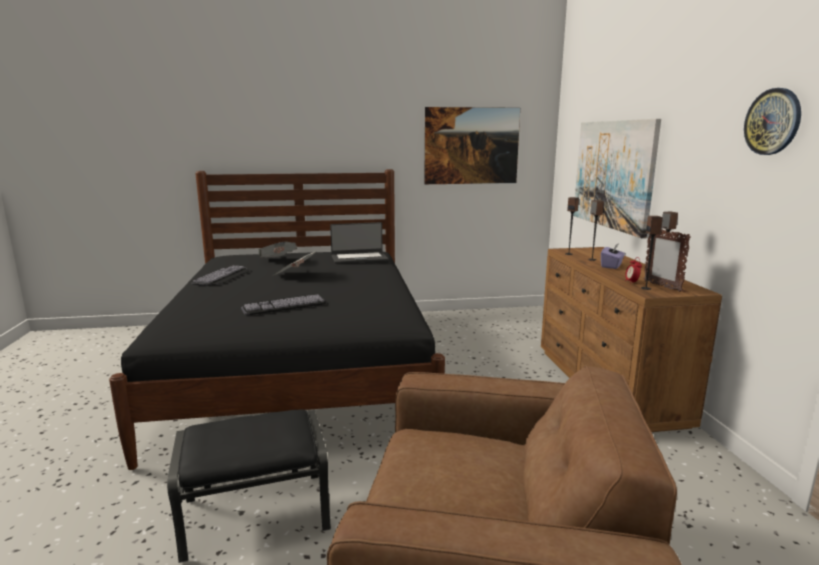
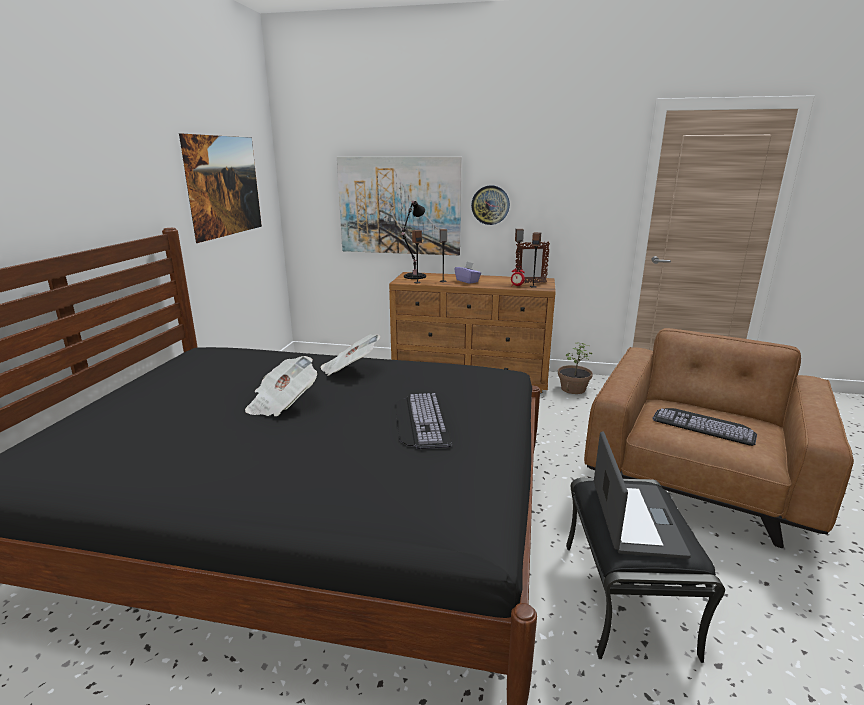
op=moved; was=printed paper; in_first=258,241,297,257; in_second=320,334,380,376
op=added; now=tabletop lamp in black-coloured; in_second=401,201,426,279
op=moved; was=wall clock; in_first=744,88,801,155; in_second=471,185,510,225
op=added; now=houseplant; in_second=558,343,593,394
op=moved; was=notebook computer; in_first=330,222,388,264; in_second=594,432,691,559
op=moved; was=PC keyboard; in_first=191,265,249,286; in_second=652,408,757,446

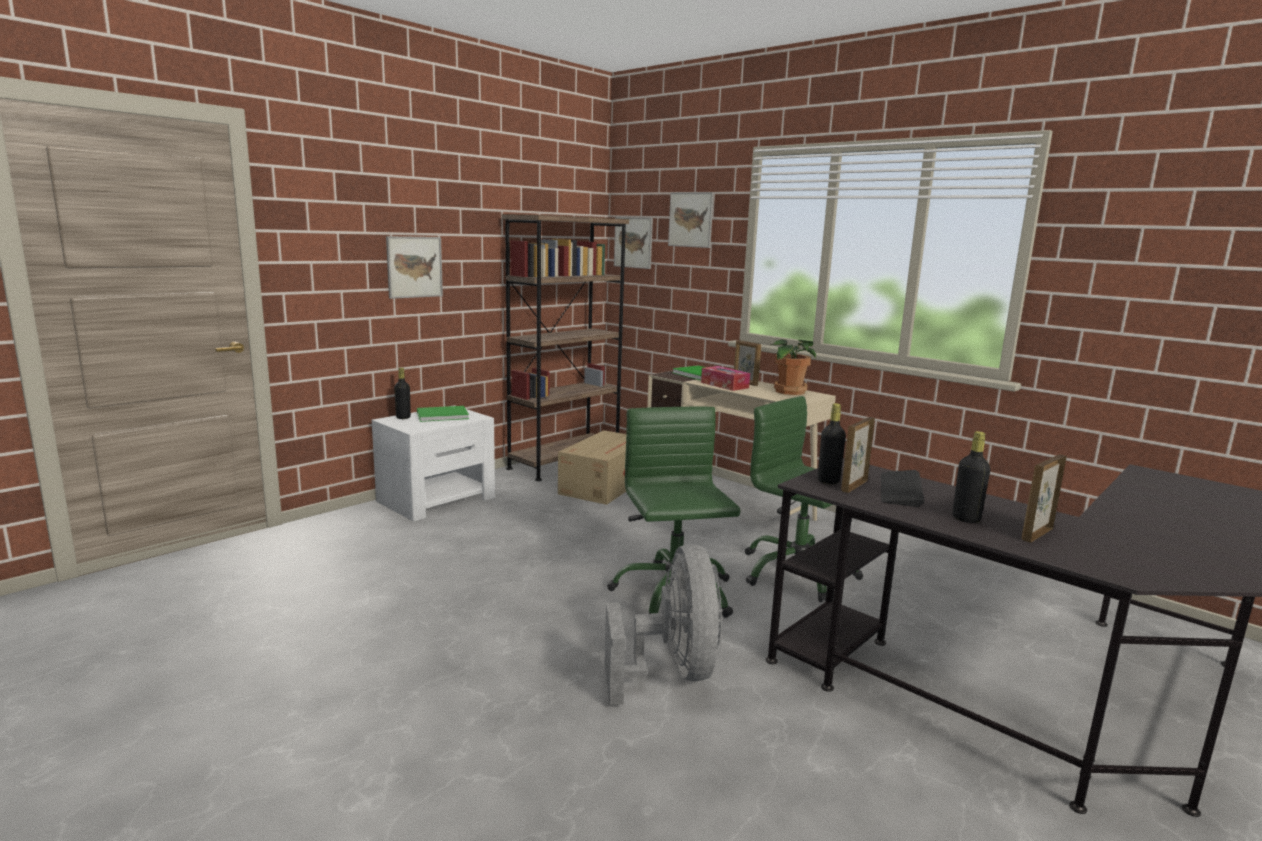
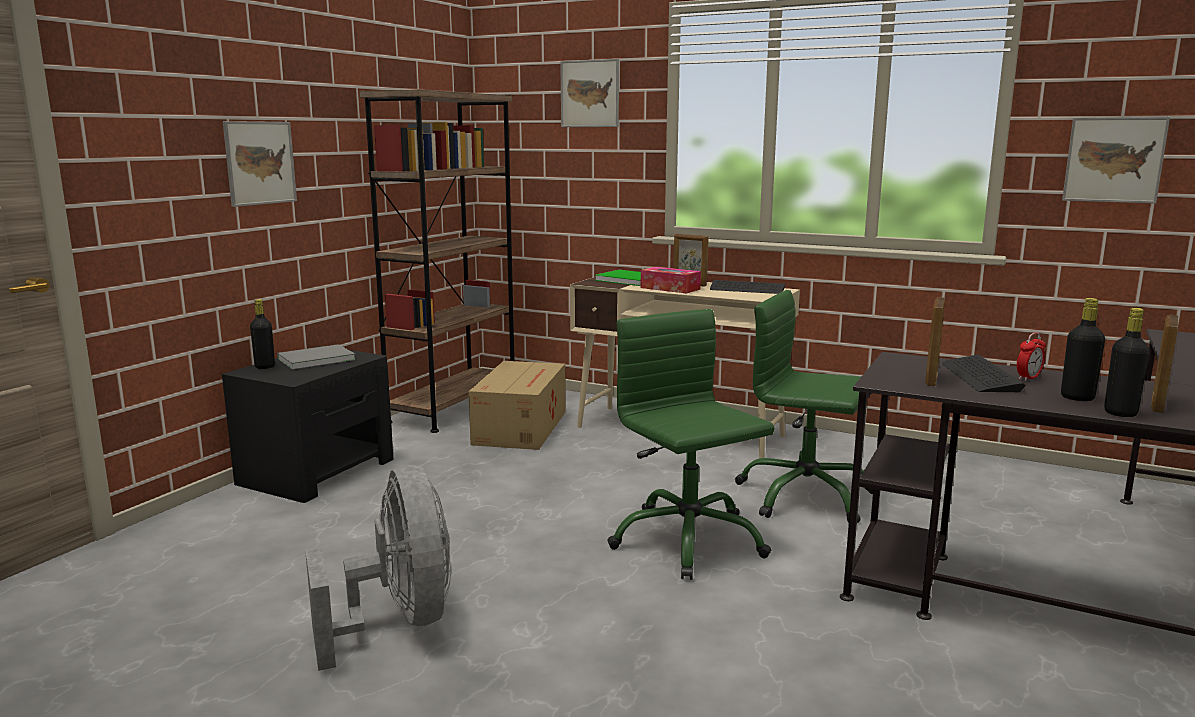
op=recoloured; was=night table in white-coloured; now=night table in black-coloured; in_first=372,405,495,521; in_second=222,346,394,503
op=recoloured; was=bound book in green-coloured; now=bound book in gray; in_first=417,406,469,422; in_second=277,344,356,370
op=moved; was=fan in gray; in_first=604,544,723,705; in_second=305,465,451,671
op=replaced; was=houseplant; now=PC keyboard; in_first=771,339,816,395; in_second=710,280,785,294
op=added; now=bedside clock; in_second=1017,333,1046,381
op=moved; was=picture; in_first=614,217,653,269; in_second=1062,117,1170,204
op=moved; was=beverage bottle in black-coloured; in_first=818,403,846,484; in_second=1104,308,1150,417

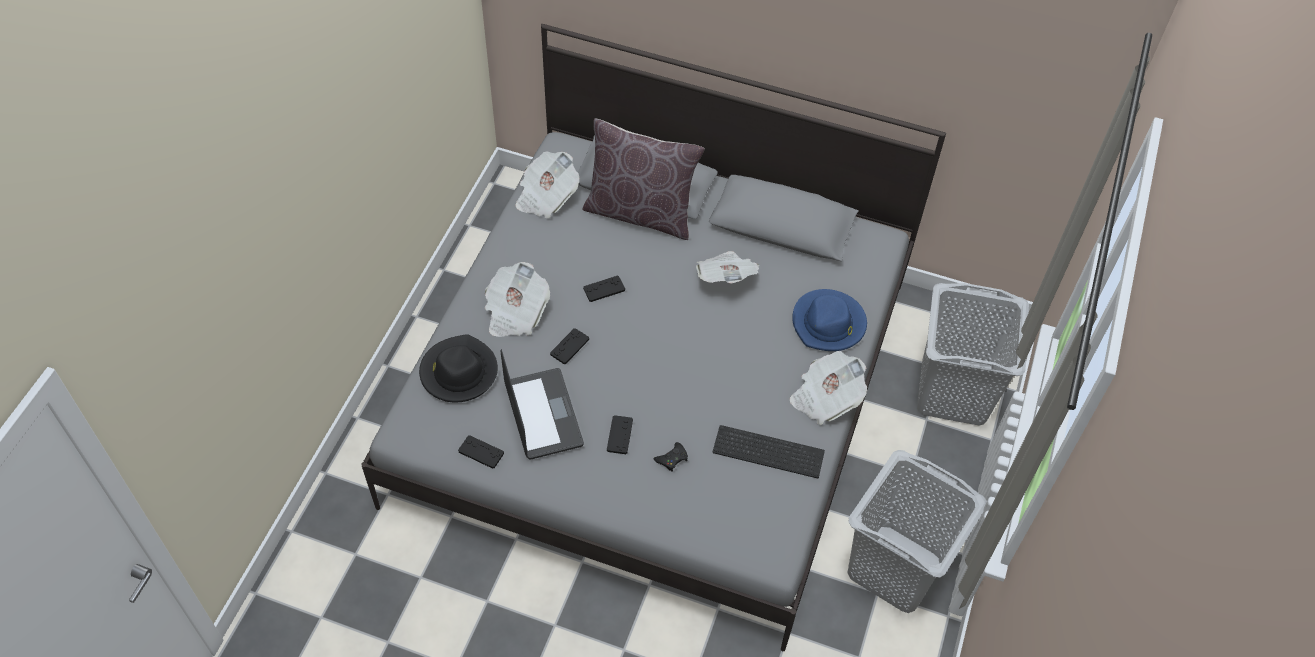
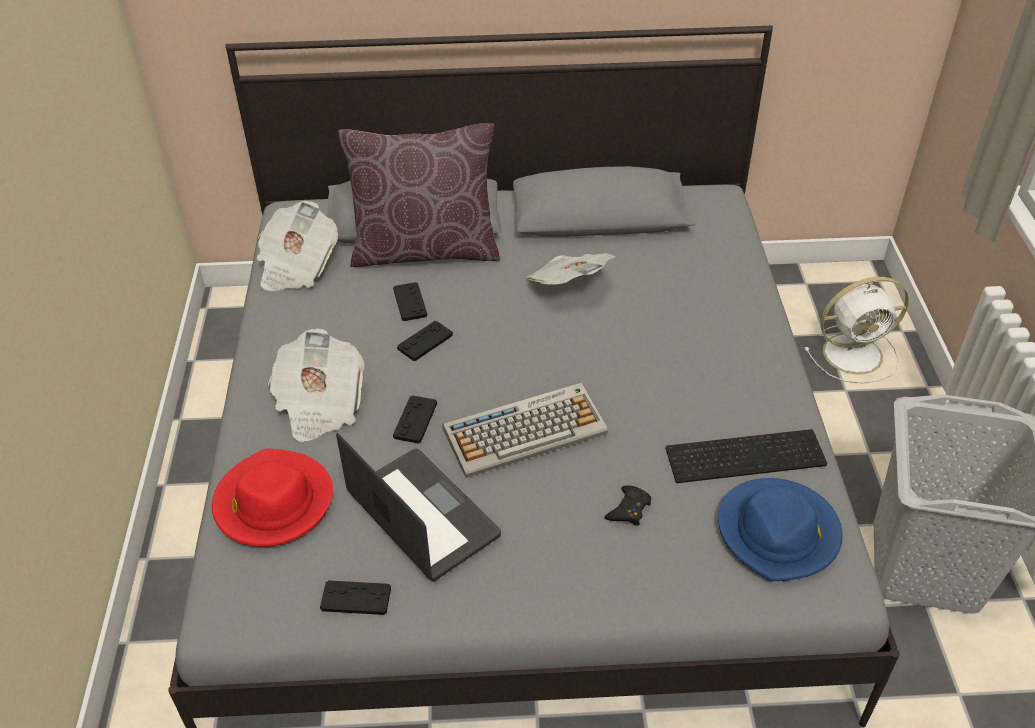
op=recoloured; was=hat in black-coloured; now=hat in red; in_first=419,334,498,402; in_second=212,448,333,547
op=moved; was=gamepad in black-coloured; in_first=607,415,633,454; in_second=393,282,427,321
op=added; now=PC keyboard; in_second=443,382,608,478
op=moved; was=hat in blue-coloured; in_first=792,289,867,351; in_second=718,478,843,581
op=replaced; was=laundry basket in gray; now=fan in white-coloured; in_first=917,283,1029,425; in_second=804,277,909,383
op=removed; was=printed paper; in_first=790,351,867,425

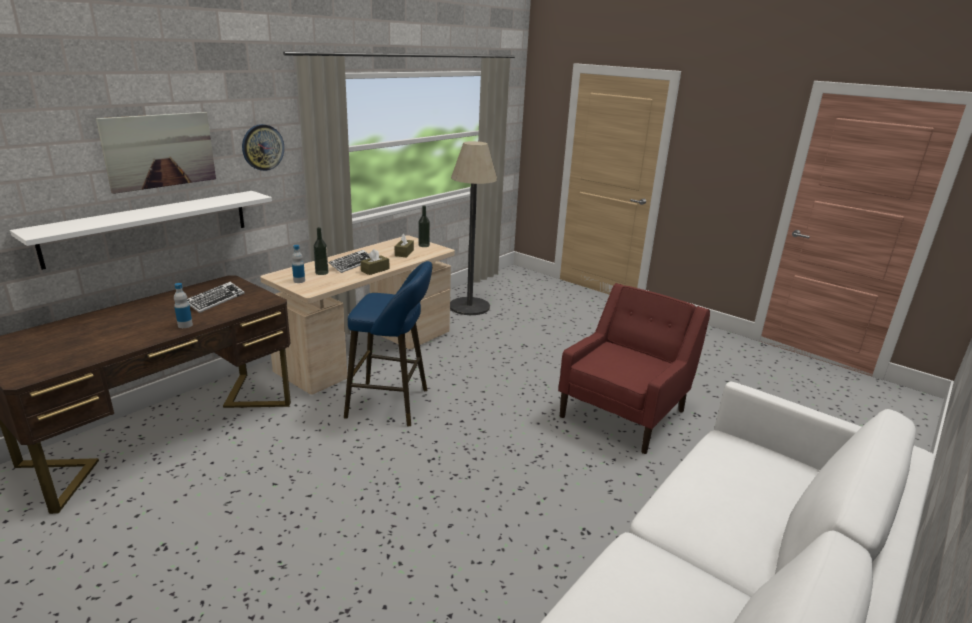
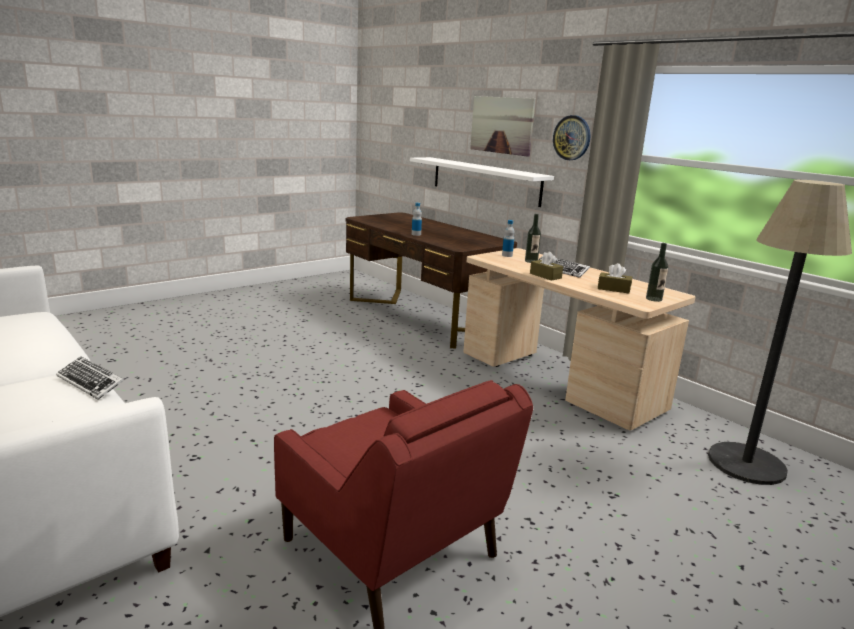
op=moved; was=PC keyboard; in_first=187,282,245,313; in_second=56,357,124,400
op=removed; was=stool in blue-coloured; in_first=344,261,432,426

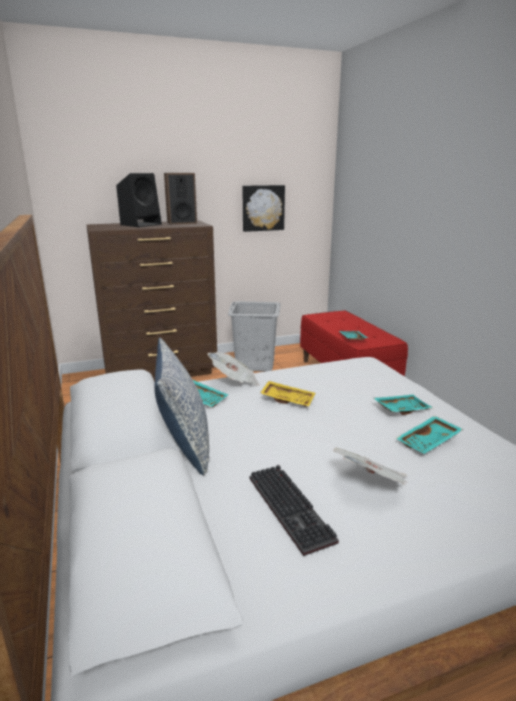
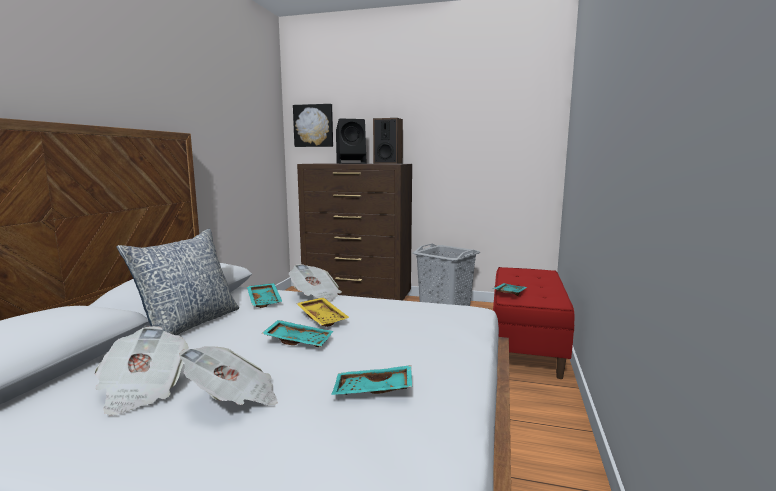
op=replaced; was=PC keyboard; now=printed paper; in_first=250,465,339,556; in_second=95,326,189,416
op=moved; was=carrying tray in blue-green; in_first=374,395,433,415; in_second=261,320,333,347
op=moved; was=picture; in_first=242,185,285,232; in_second=293,104,333,147

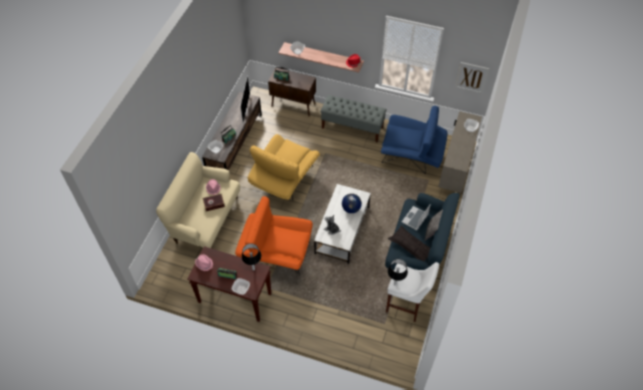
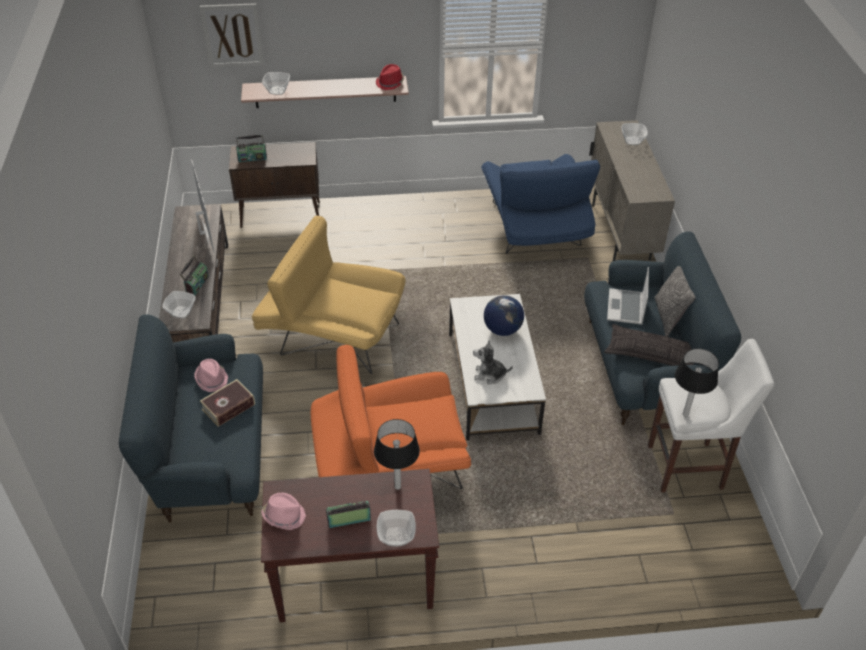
op=recoloured; was=settee in beige; now=settee in blue-coloured; in_first=156,152,241,248; in_second=119,314,263,522
op=moved; was=picture; in_first=455,62,489,94; in_second=200,3,264,68
op=turned; was=lounge chair in yellow-coloured; in_first=248,134,320,200; in_second=252,216,406,374; clockwise=105
op=turned; was=lounge chair in blue-coloured; in_first=381,106,447,174; in_second=481,154,600,254; clockwise=90
op=removed; was=indoor bench in gray; in_first=320,95,387,143

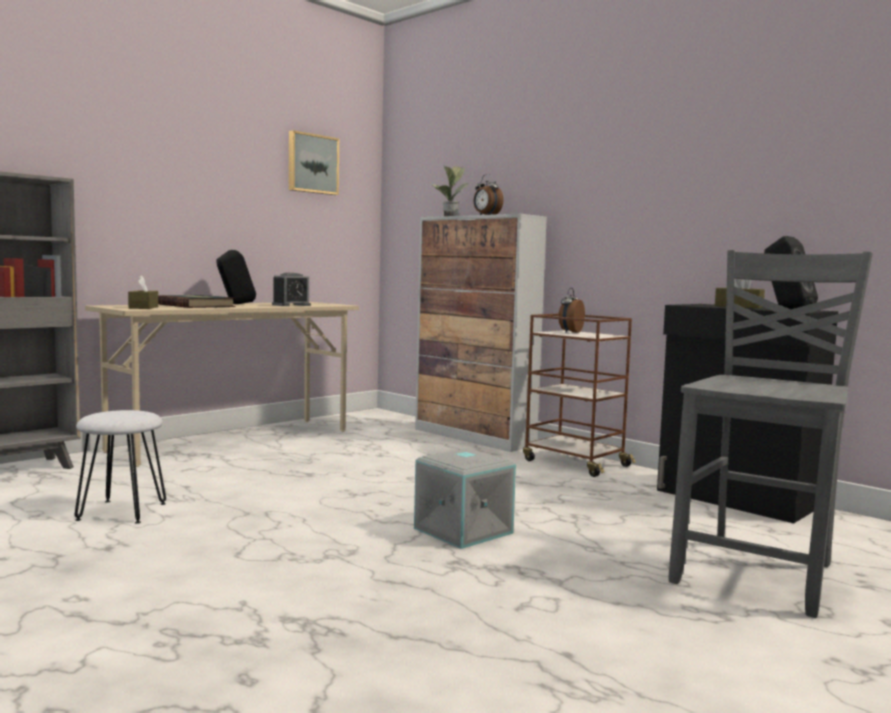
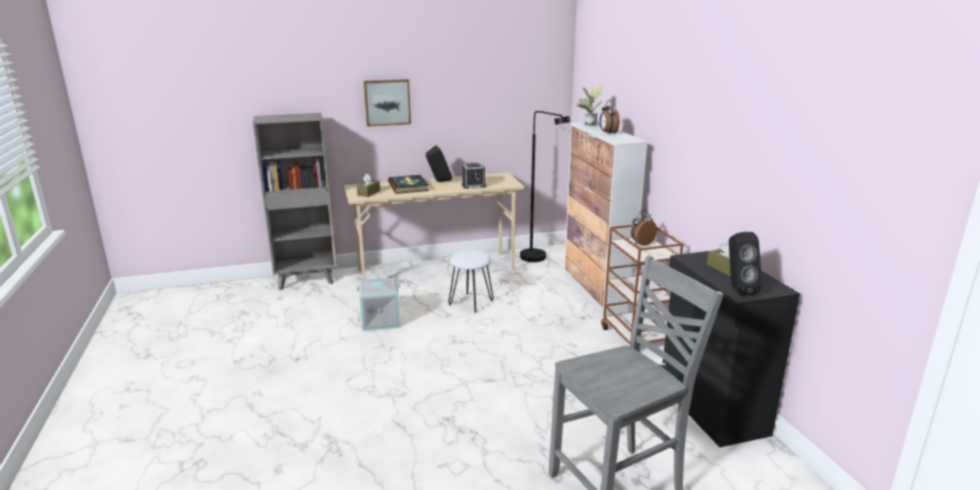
op=moved; was=storage container in gray; in_first=414,448,516,549; in_second=357,277,401,331
op=moved; was=picture; in_first=289,130,339,195; in_second=364,79,411,127
op=moved; was=stool in white-coloured; in_first=75,410,166,524; in_second=448,250,494,313
op=added; now=standard lamp in black-coloured; in_second=520,111,570,262

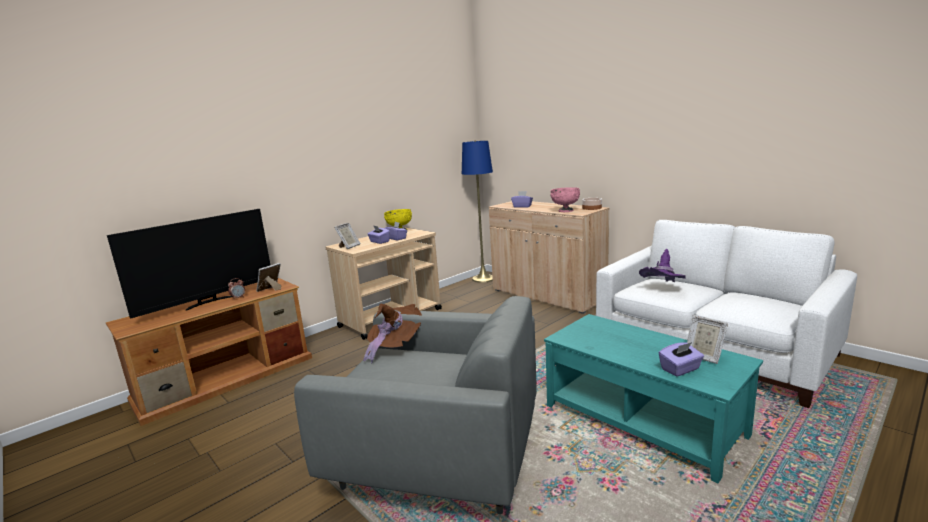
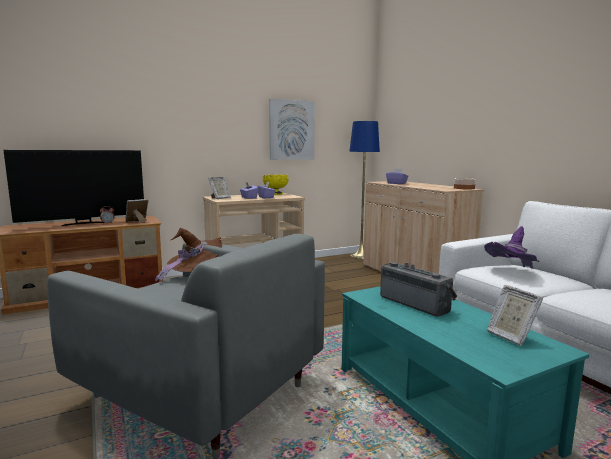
op=added; now=picture; in_second=269,99,315,160
op=added; now=radio; in_second=380,262,457,317
op=removed; was=bowl in pink; in_first=550,187,580,212
op=removed; was=box of tissues in purplish; in_first=659,342,704,377

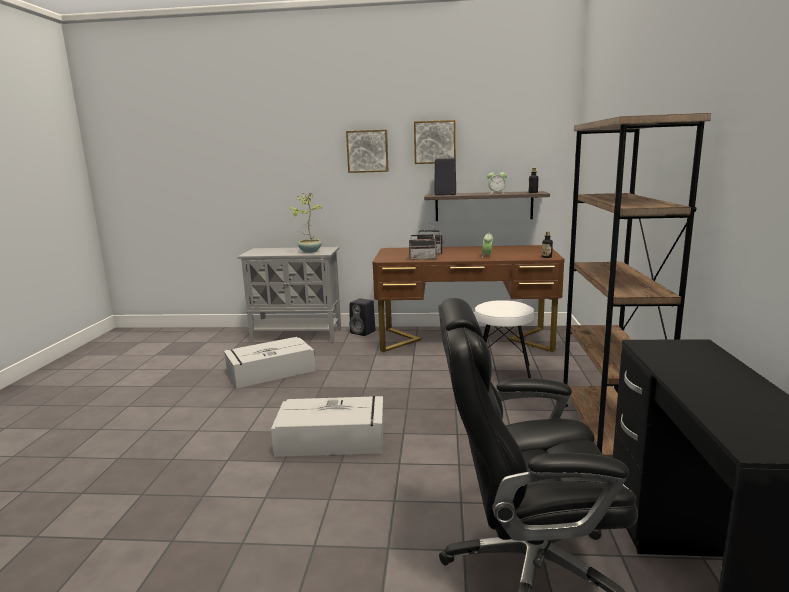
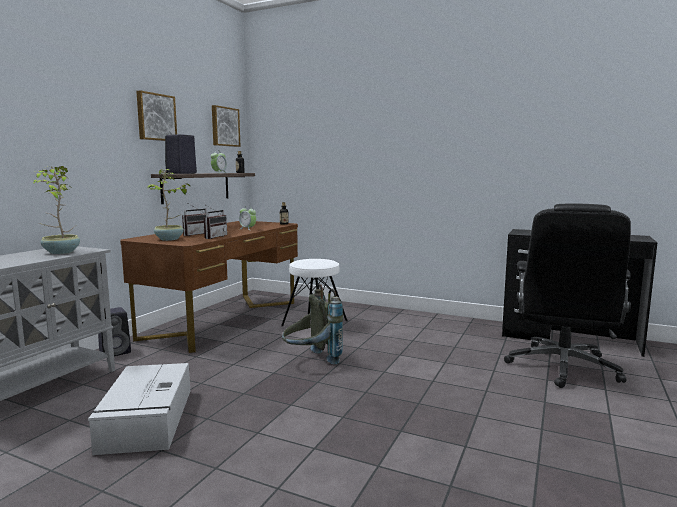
op=added; now=houseplant; in_second=147,169,190,241
op=moved; was=picture; in_first=346,130,388,173; in_second=212,105,241,147
op=added; now=rucksack in gray; in_second=282,284,343,365
op=removed; was=storage container in gray; in_first=271,396,383,457
op=removed; was=bookcase in brownish; in_first=563,113,711,458

